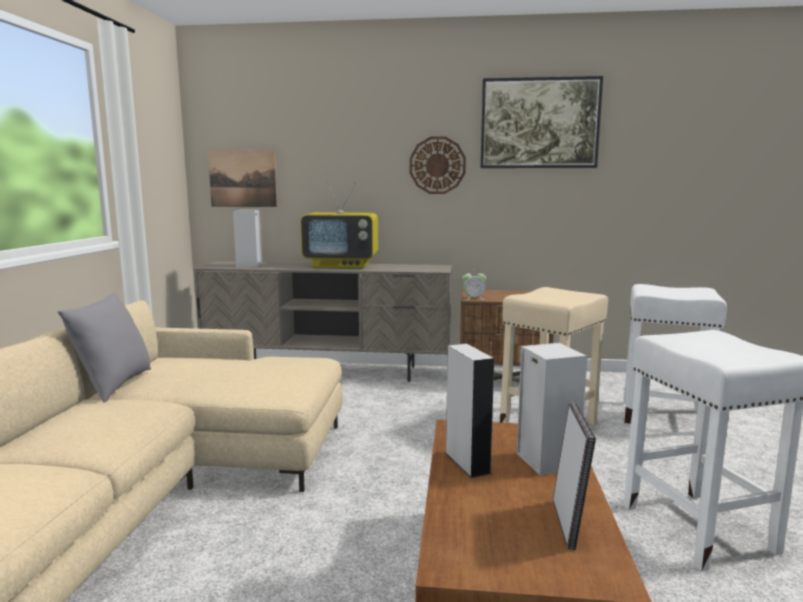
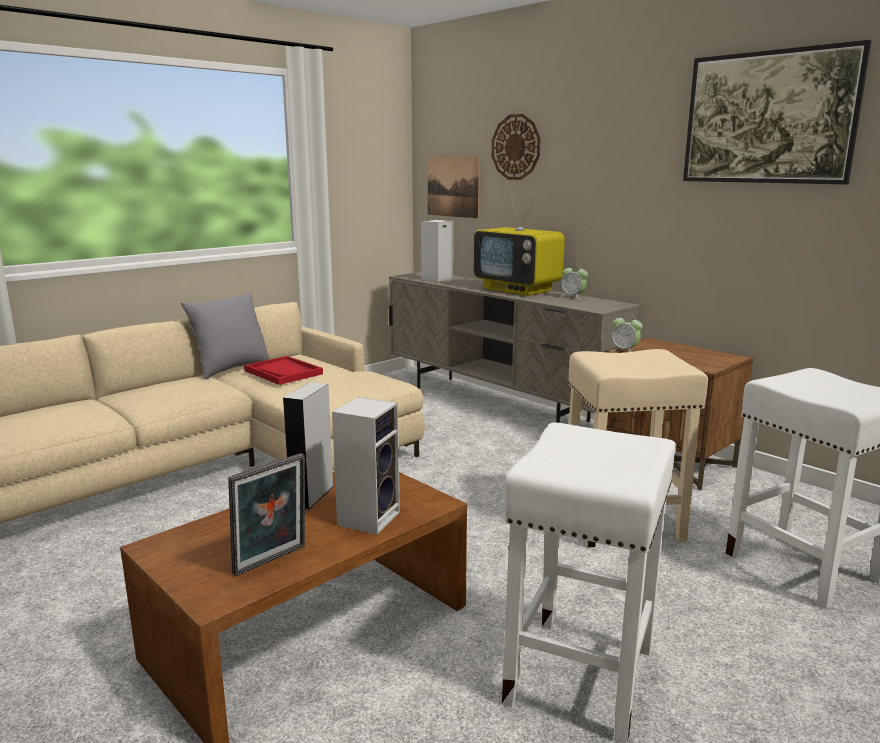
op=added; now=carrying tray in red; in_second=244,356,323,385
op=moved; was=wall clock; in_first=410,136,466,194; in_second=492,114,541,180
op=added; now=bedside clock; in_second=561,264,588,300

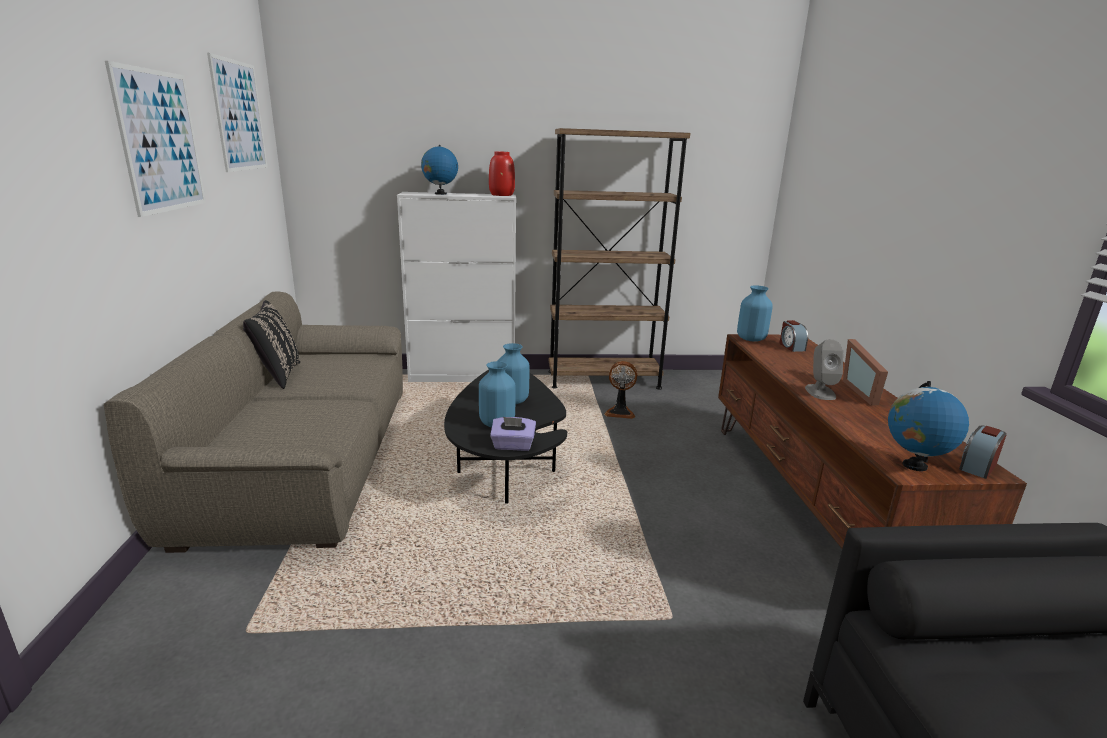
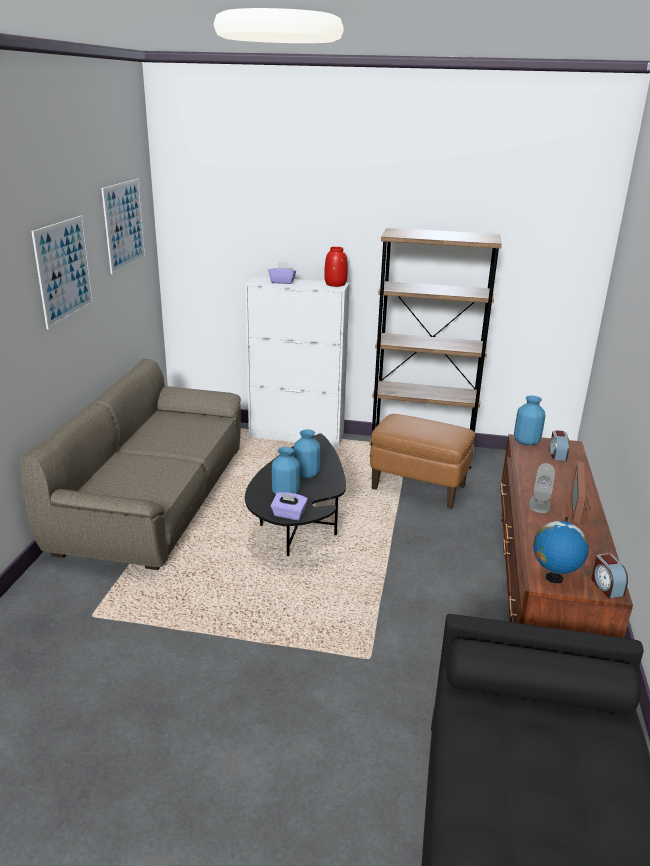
op=replaced; was=globe; now=box of tissues in purplish; in_first=421,145,458,195; in_second=268,261,296,284
op=replaced; was=fan; now=ottoman in brownish; in_first=604,361,637,419; in_second=370,414,475,509
op=turned; was=bedside clock; in_first=959,425,1007,479; in_second=591,553,628,598; clockwise=-75
op=removed; was=pillow in black-coloured; in_first=243,300,300,389

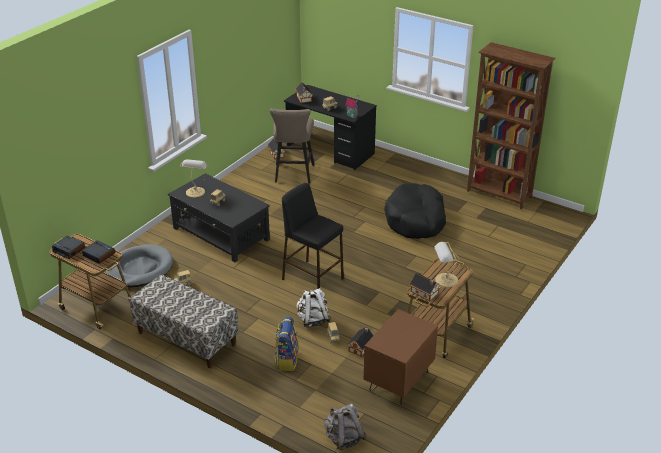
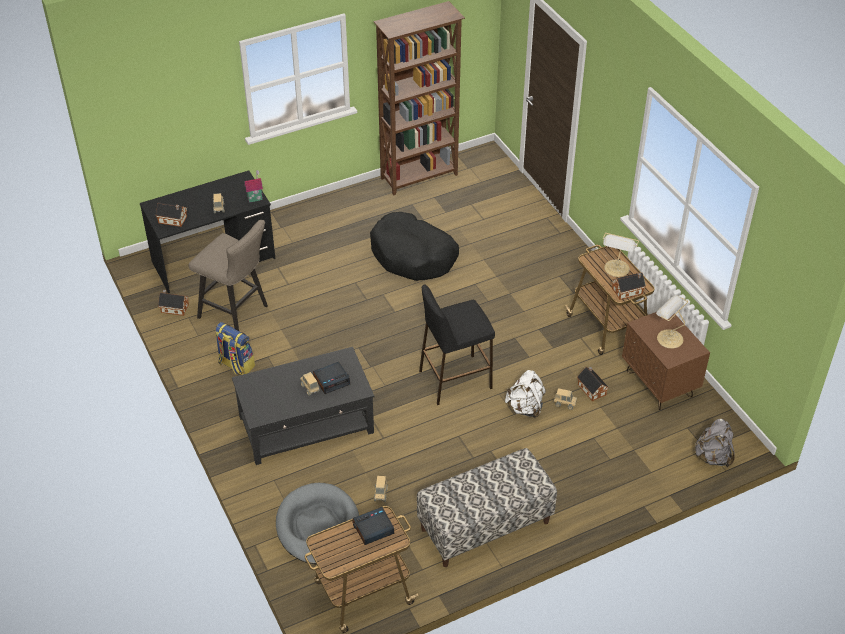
op=moved; was=rucksack; in_first=274,316,299,371; in_second=215,322,255,375
op=moved; was=bedside clock; in_first=52,236,85,259; in_second=313,362,350,394
op=moved; was=tabletop lamp; in_first=180,159,207,198; in_second=656,296,688,348

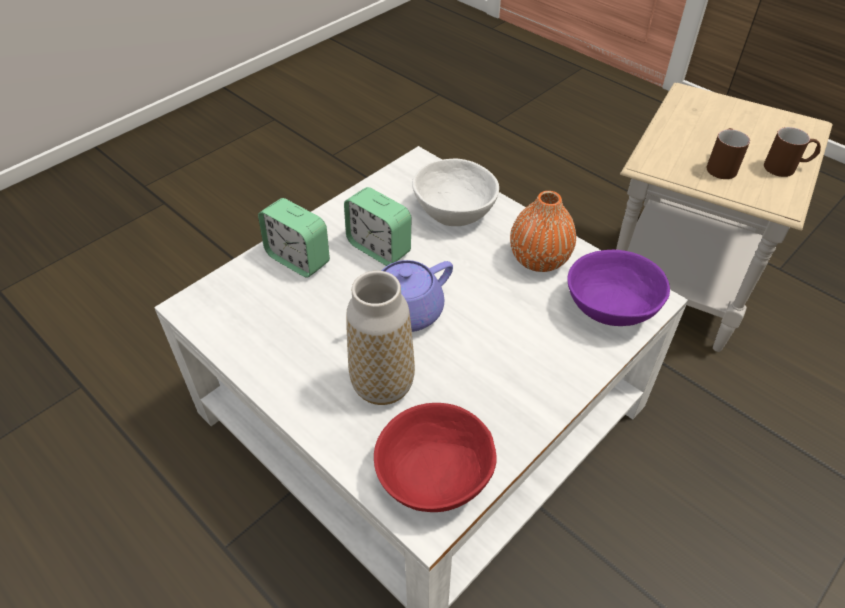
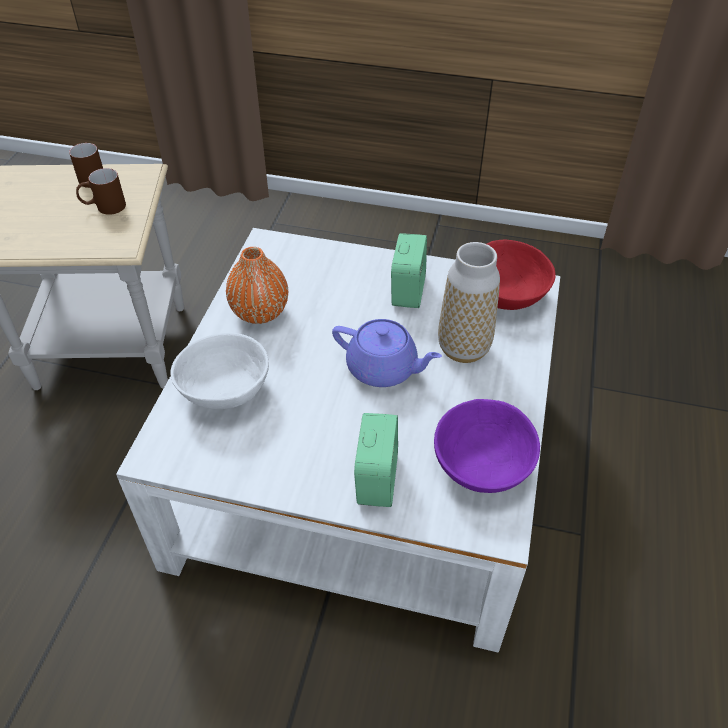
op=moved; was=bedside clock; in_first=344,187,411,266; in_second=391,233,427,308
op=moved; was=bowl in purplish; in_first=567,250,670,326; in_second=434,399,540,493

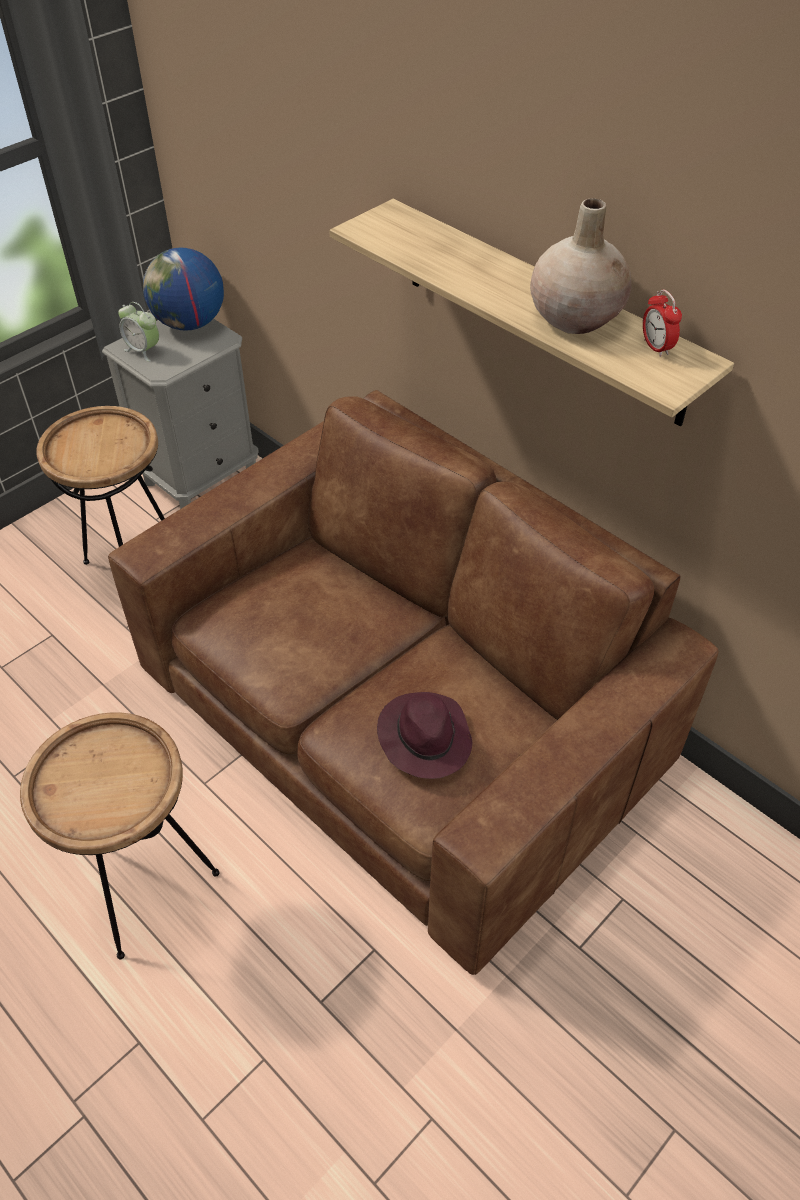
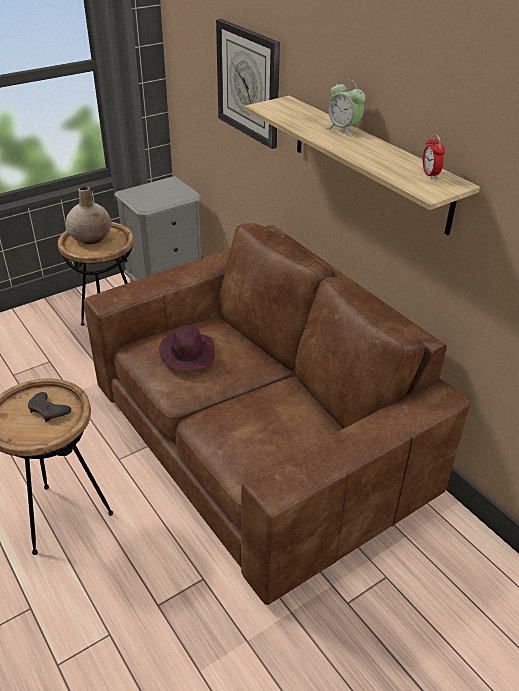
op=added; now=gamepad in gray; in_second=28,392,71,422
op=moved; was=decorative vase in beige; in_first=530,198,631,334; in_second=66,186,111,245
op=moved; was=hat in purplish; in_first=377,692,473,779; in_second=159,325,215,371
op=added; now=wall clock; in_second=216,19,280,149
op=moved; was=bedside clock; in_first=118,302,159,362; in_second=326,79,366,136
op=removed; was=globe; in_first=143,247,224,331

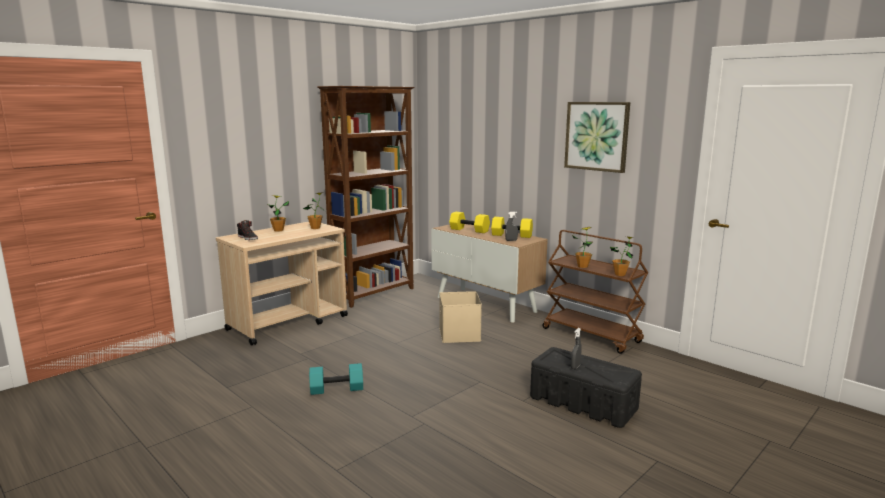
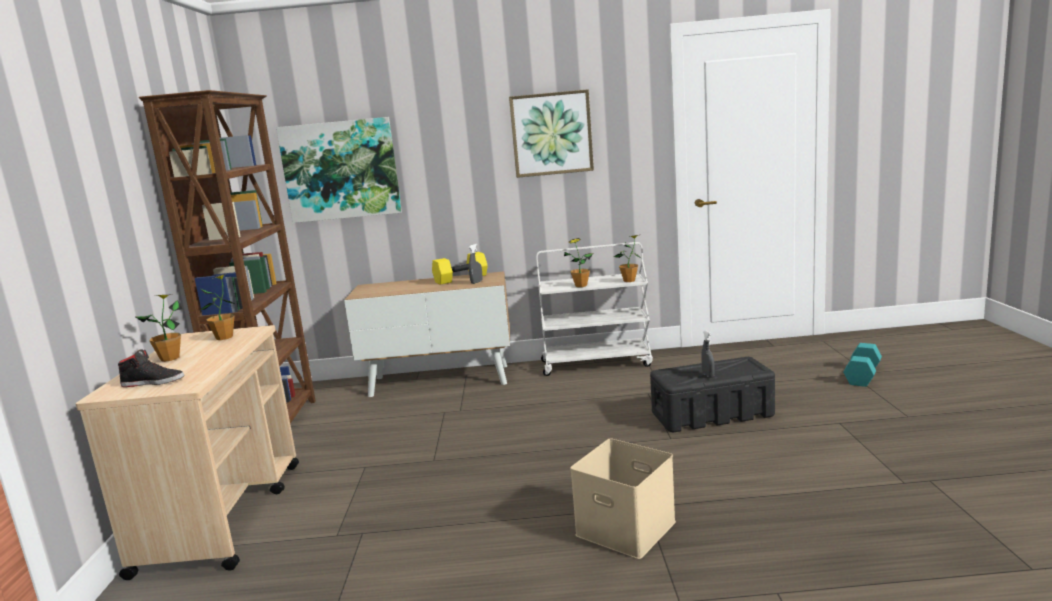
op=added; now=picture; in_second=276,117,402,223
op=recoloured; was=wheeled cart in brownish; now=wheeled cart in white-coloured; in_first=542,230,648,354; in_second=536,242,653,376
op=moved; was=storage container in beige; in_first=439,291,482,343; in_second=570,438,676,559
op=moved; was=dumbbell in blue-green; in_first=309,363,363,395; in_second=843,343,882,387
op=removed; was=dumbbell in yellow-coloured; in_first=449,212,490,233

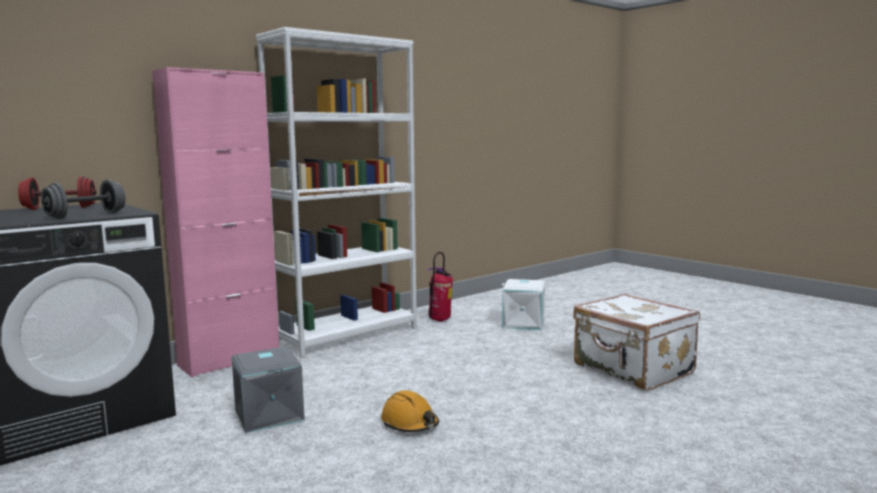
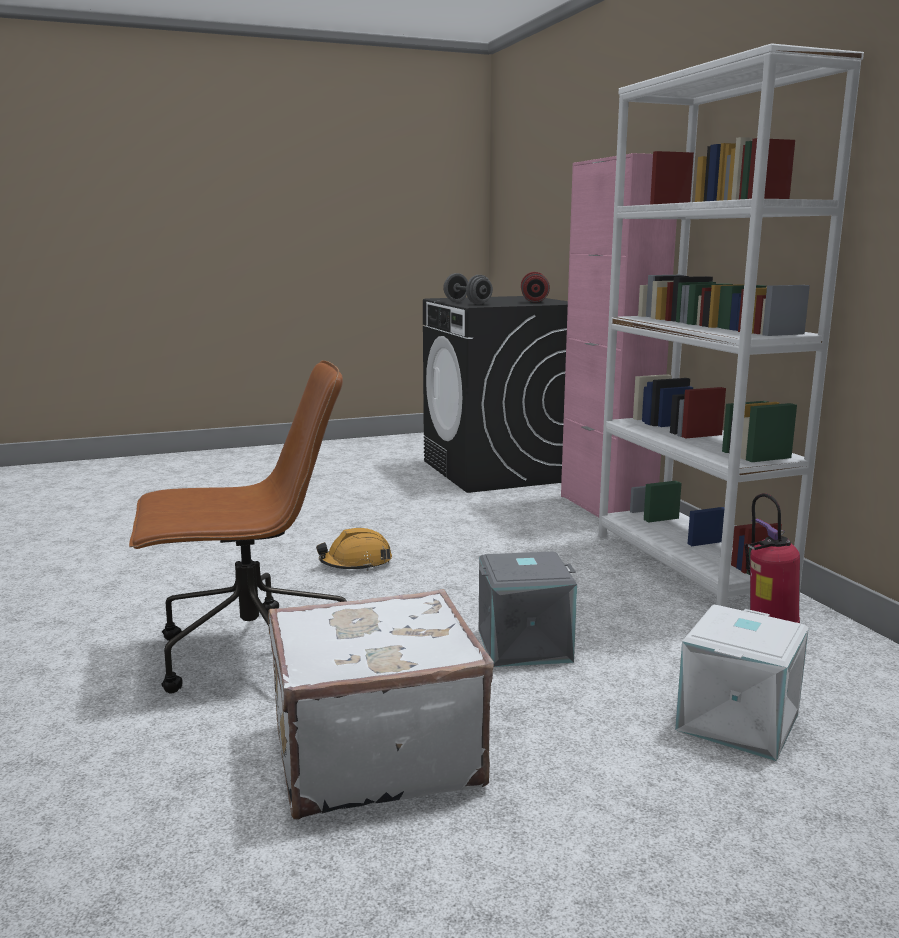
op=added; now=office chair in brownish; in_second=129,360,346,694
op=moved; was=storage container in gray; in_first=232,347,305,433; in_second=479,552,577,667

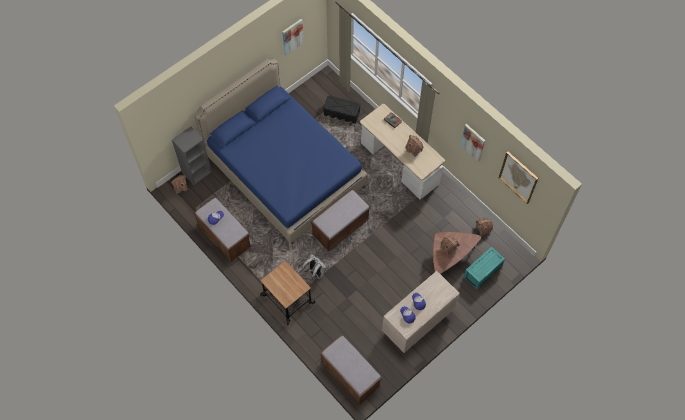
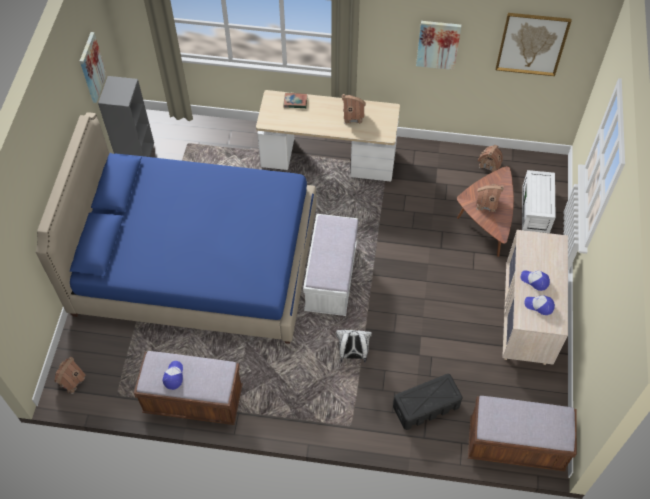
op=moved; was=bookcase in gray; in_first=172,126,212,185; in_second=98,76,154,157
op=recoloured; was=indoor bench in brownish; now=indoor bench in white-coloured; in_first=311,188,370,251; in_second=303,214,358,316
op=moved; was=storage container in black-coloured; in_first=323,95,360,124; in_second=393,374,462,430
op=recoloured; was=storage container in blue-green; now=storage container in white-coloured; in_first=464,246,505,289; in_second=522,170,556,233
op=removed; was=wheeled cart; in_first=260,261,315,325

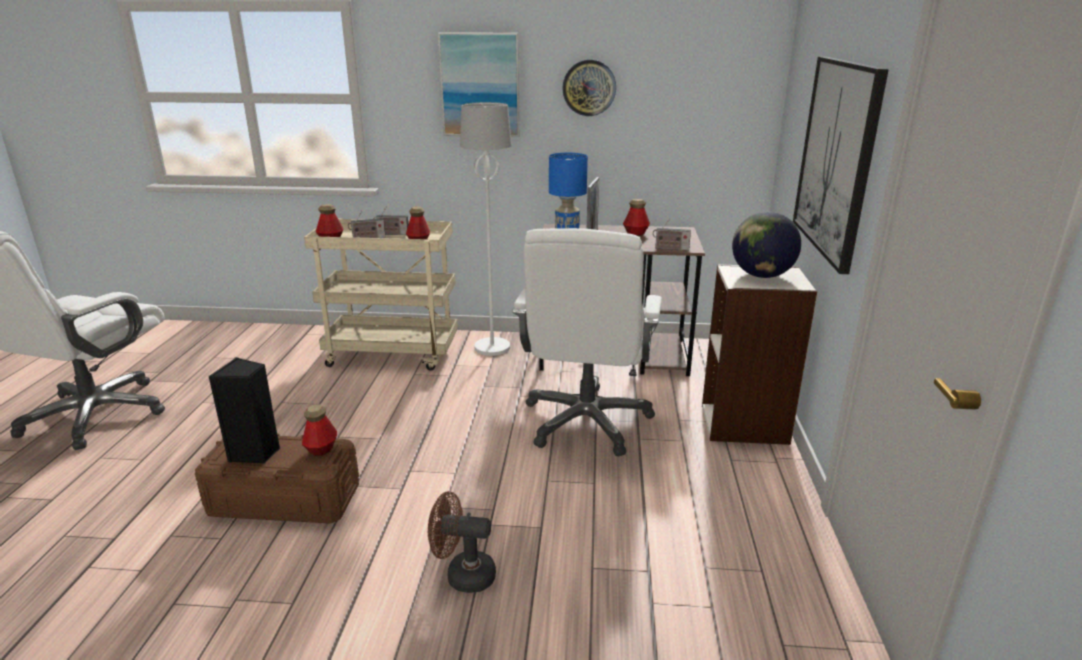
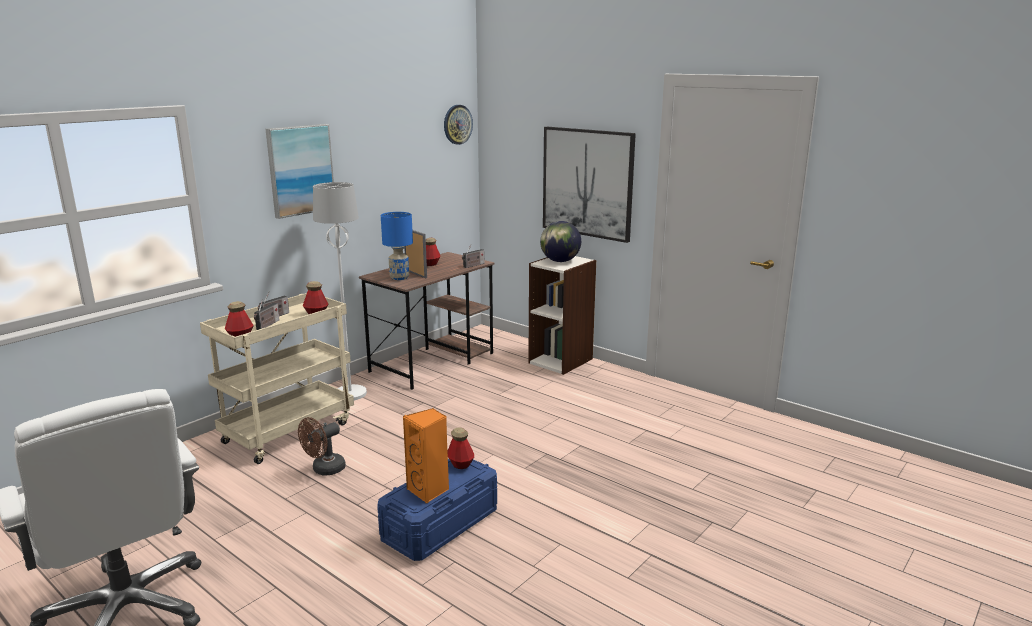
op=moved; was=fan in brownish; in_first=428,491,496,593; in_second=298,417,346,476
op=recoloured; was=storage container in brownish; now=storage container in blue-coloured; in_first=195,434,359,524; in_second=377,459,497,561
op=recoloured; was=speaker in black-coloured; now=speaker in orange; in_first=208,357,280,463; in_second=403,408,449,503
op=moved; was=wall clock; in_first=562,60,616,116; in_second=444,105,473,145
op=removed; was=office chair in white-coloured; in_first=512,228,662,456

